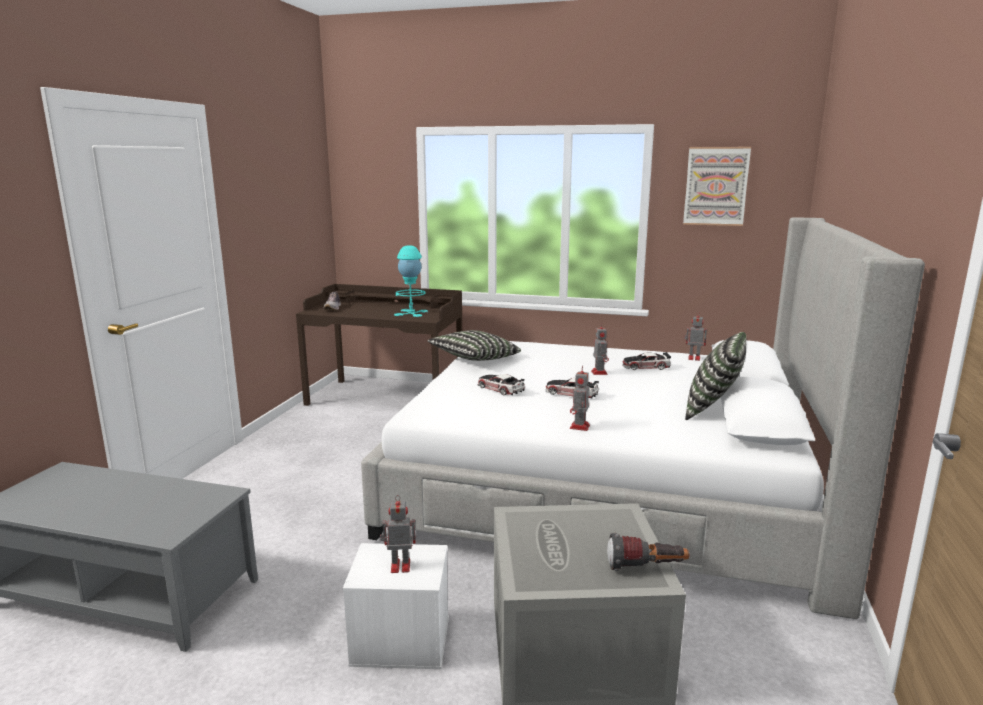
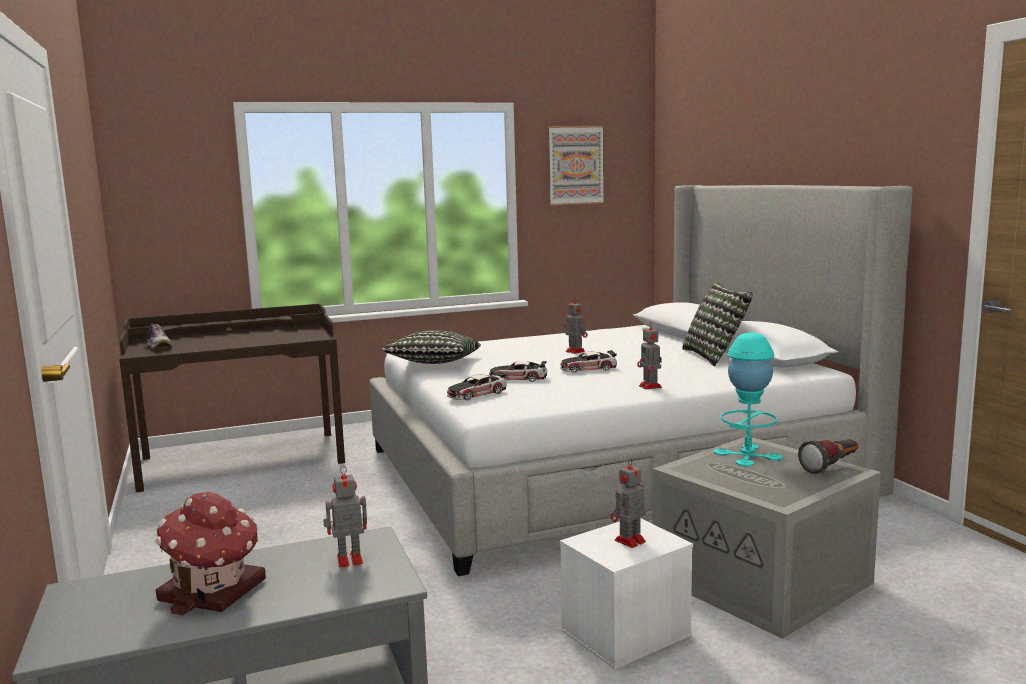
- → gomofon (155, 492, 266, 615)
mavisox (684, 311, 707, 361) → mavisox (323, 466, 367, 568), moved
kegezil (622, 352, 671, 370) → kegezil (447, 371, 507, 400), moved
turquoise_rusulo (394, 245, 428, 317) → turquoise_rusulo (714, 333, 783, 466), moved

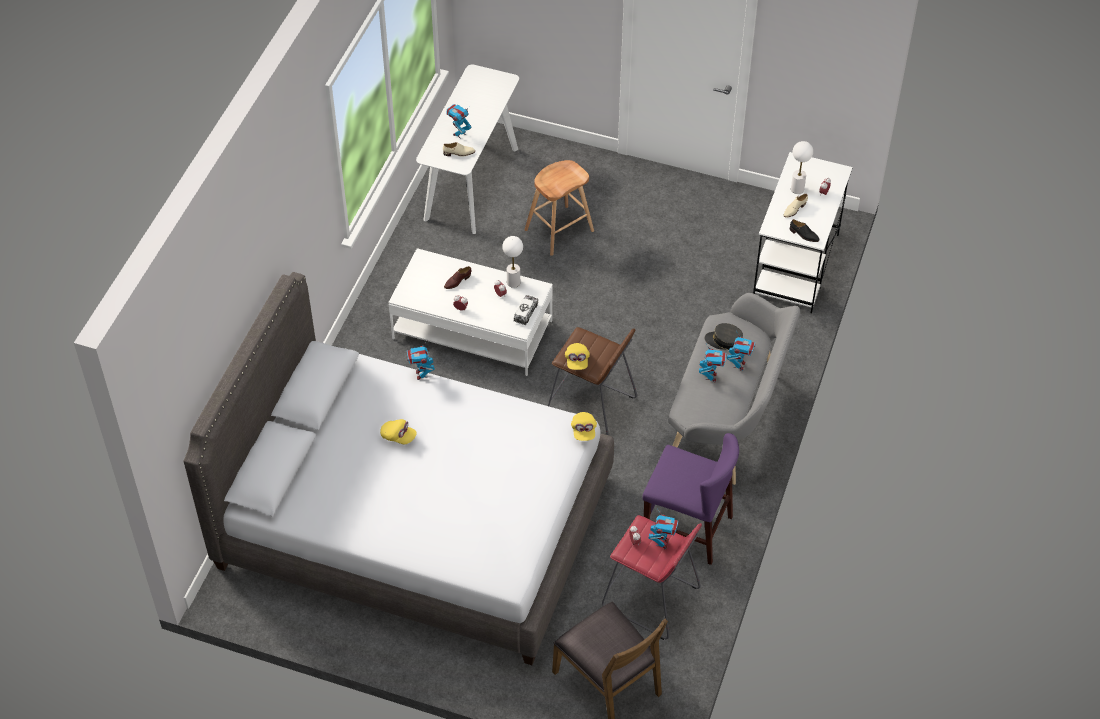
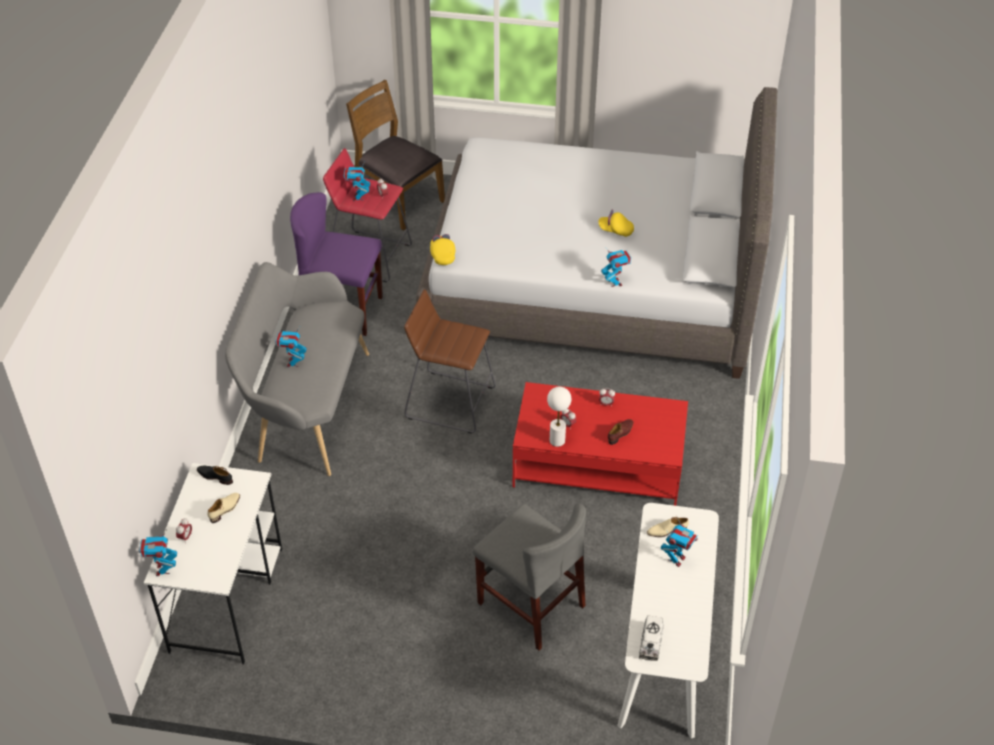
mavisox (699, 344, 727, 382) → mavisox (139, 529, 177, 576), moved
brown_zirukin (524, 160, 594, 256) → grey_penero (473, 503, 586, 650)
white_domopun (388, 248, 553, 376) → red_domopun (512, 382, 688, 506)
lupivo (513, 295, 539, 325) → lupivo (639, 615, 664, 661), moved
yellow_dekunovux (565, 343, 590, 370) → -
grey_dekunovux (705, 323, 743, 350) → -
white_rusulo (791, 141, 813, 194) → -

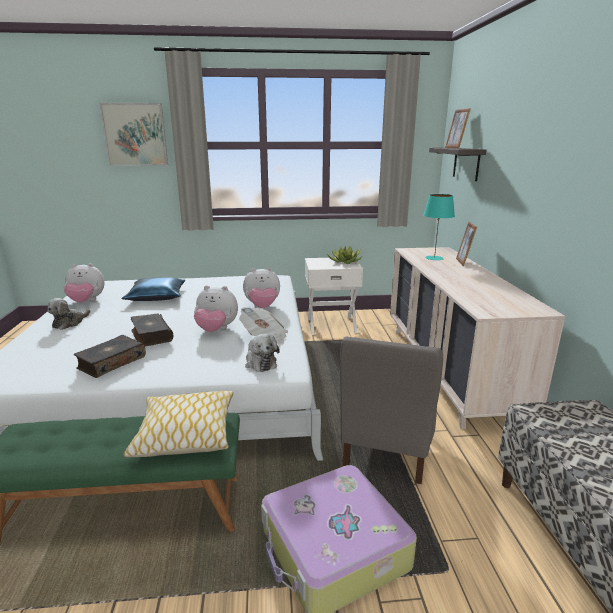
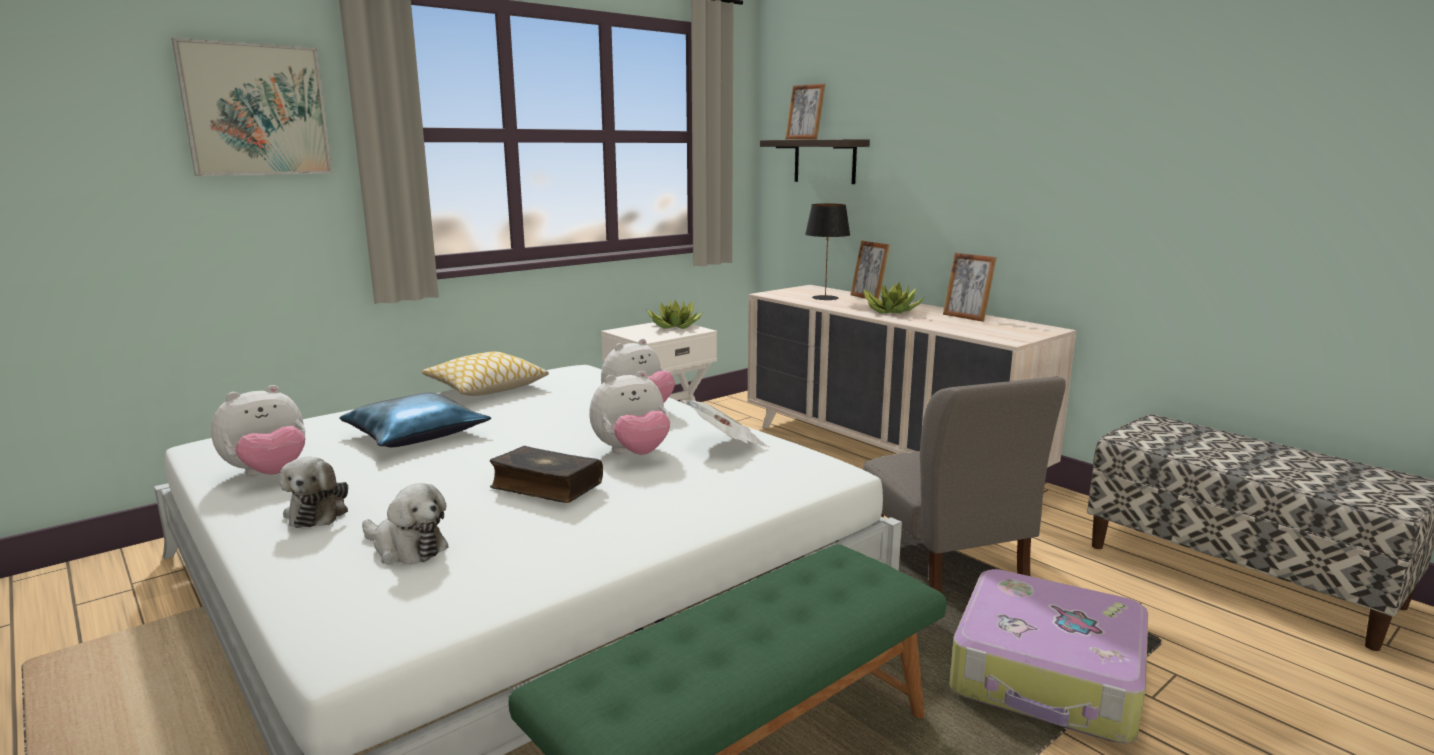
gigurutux (245, 334, 280, 372) → gigurutux (362, 483, 449, 564), moved
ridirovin (124, 391, 233, 457) → ridirovin (421, 352, 549, 396), moved
turquoise_rusulo (423, 194, 455, 260) → black_rusulo (805, 204, 850, 300)
- → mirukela (863, 282, 924, 314)
- → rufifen (943, 253, 997, 322)
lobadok (74, 335, 146, 378) → -

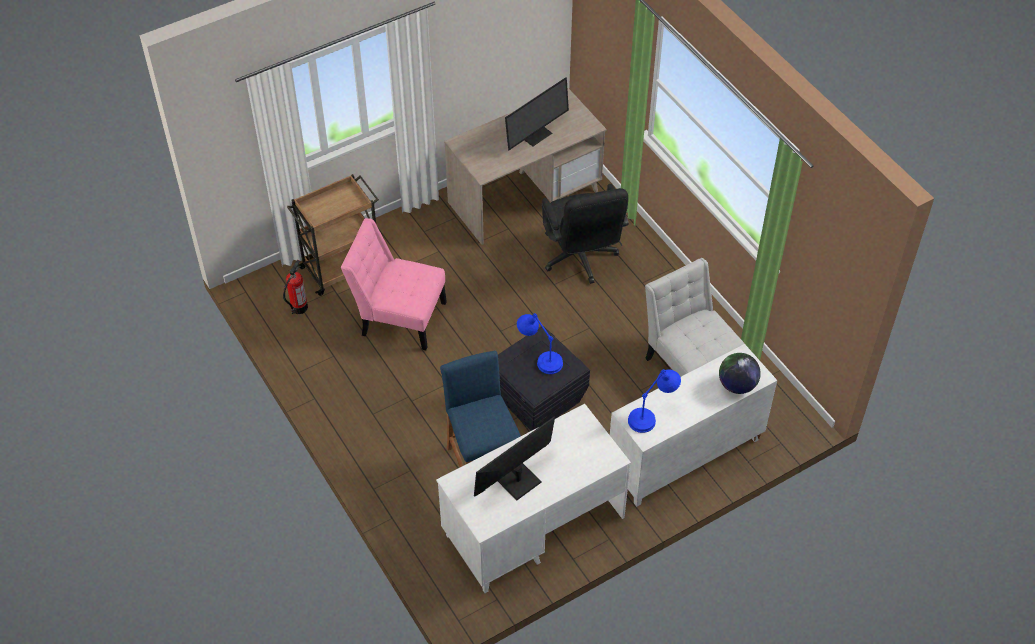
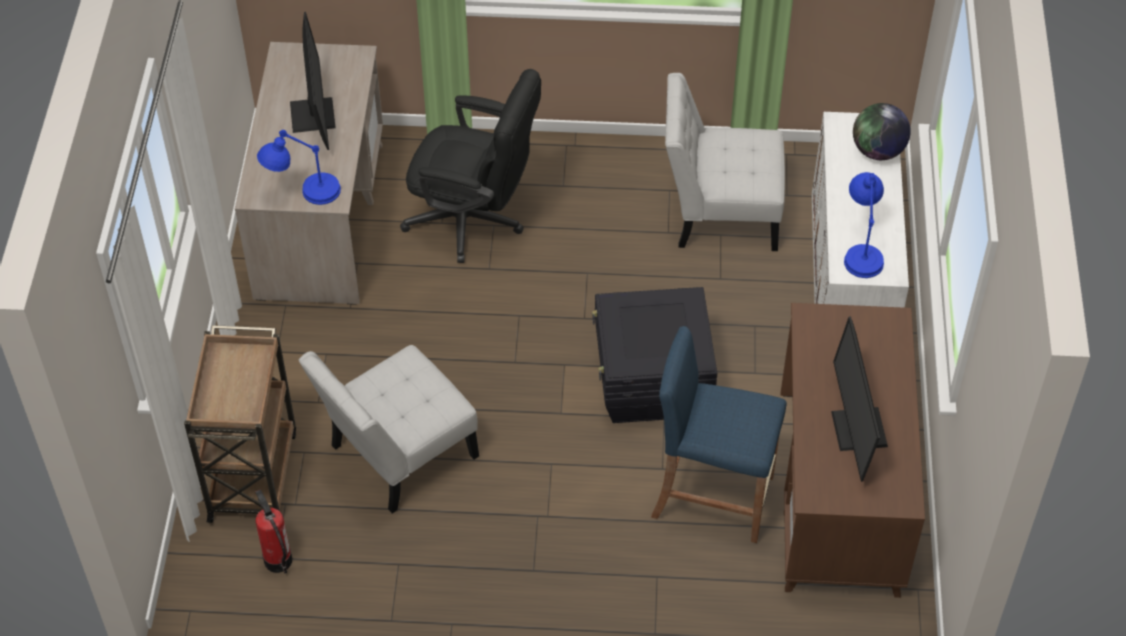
blue_rusulo (517, 313, 563, 374) → blue_rusulo (257, 130, 341, 205), moved
pink_penero (341, 218, 447, 350) → white_penero (299, 345, 479, 513)
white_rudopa (436, 404, 631, 593) → brown_rudopa (780, 303, 925, 598)

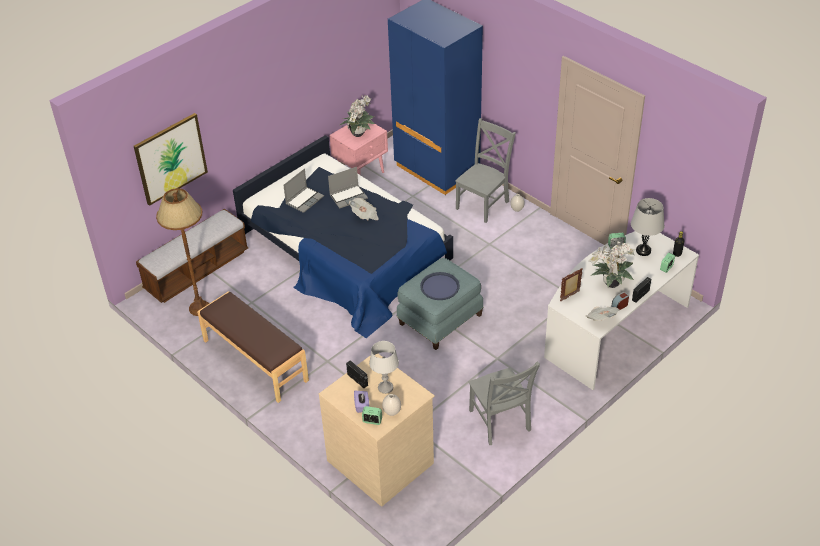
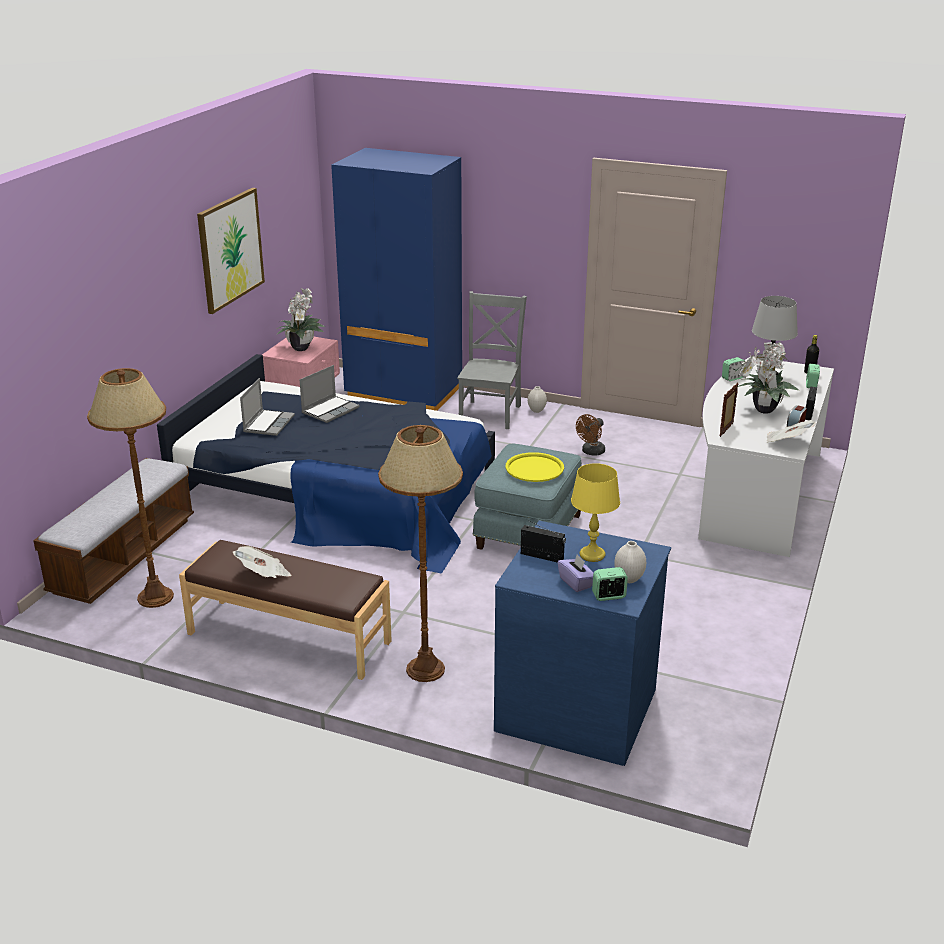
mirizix (134, 113, 208, 206) → mirizix (197, 188, 265, 314), moved
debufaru (349, 198, 379, 220) → debufaru (232, 546, 291, 578), moved
- → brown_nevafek (378, 425, 463, 682)
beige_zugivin (319, 354, 435, 507) → blue_zugivin (494, 521, 671, 766)
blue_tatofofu (420, 272, 460, 300) → yellow_tatofofu (506, 452, 564, 482)
grey_rusulo (369, 341, 399, 394) → yellow_rusulo (571, 463, 620, 562)
- → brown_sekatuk (576, 414, 605, 456)
grey_penero (469, 362, 540, 445) → -

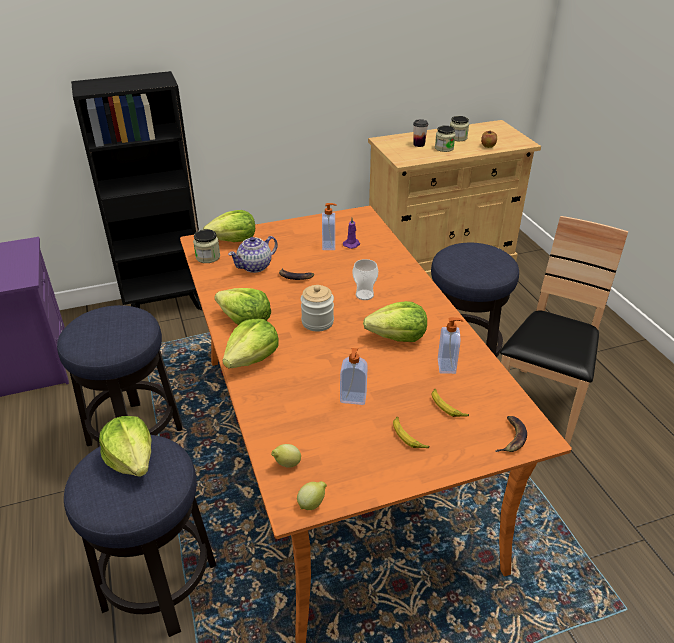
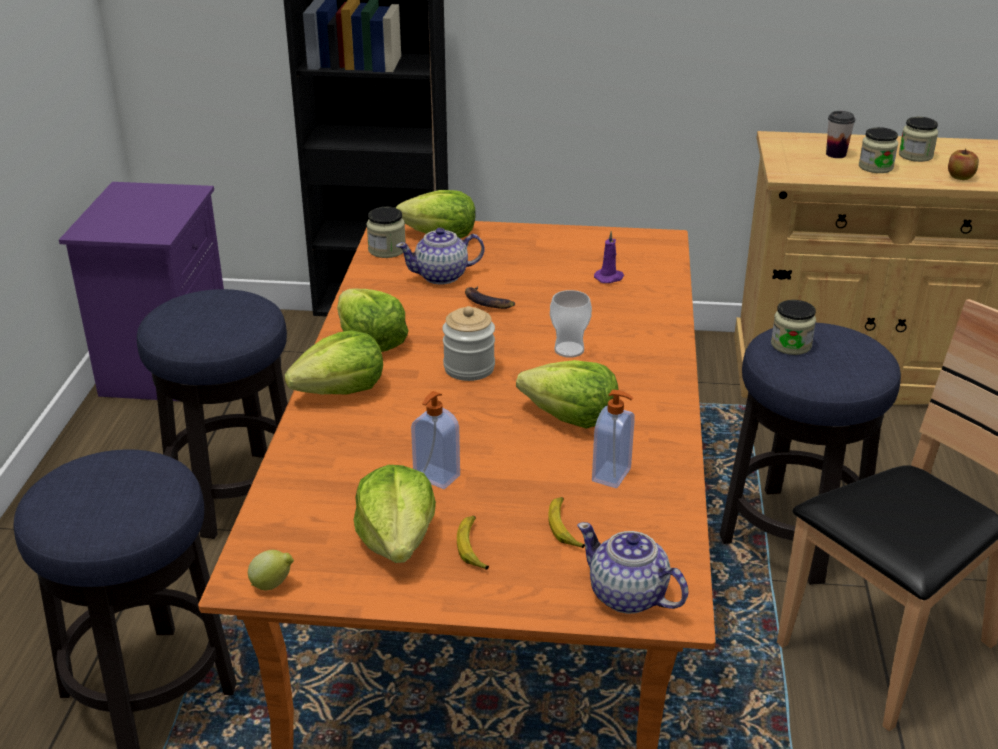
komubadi (99, 416, 152, 477) → komubadi (354, 465, 436, 563), moved
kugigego (495, 416, 527, 452) → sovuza (577, 522, 688, 614)
- → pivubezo (771, 300, 816, 355)
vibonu (271, 444, 301, 468) → -
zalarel (322, 203, 337, 250) → -

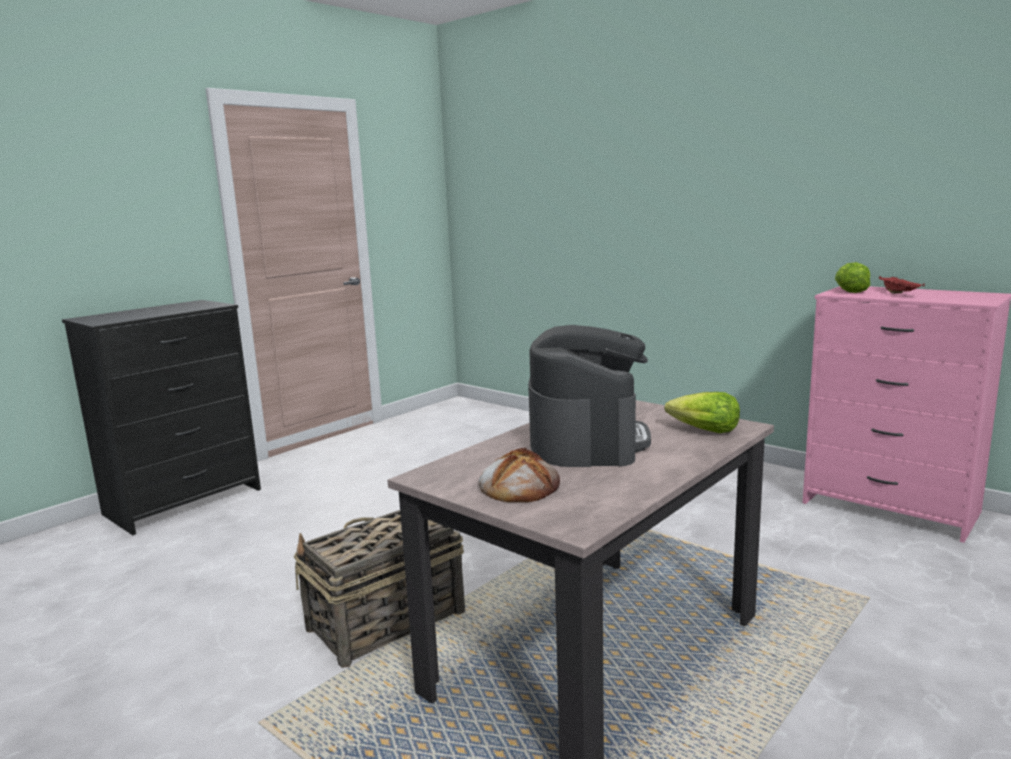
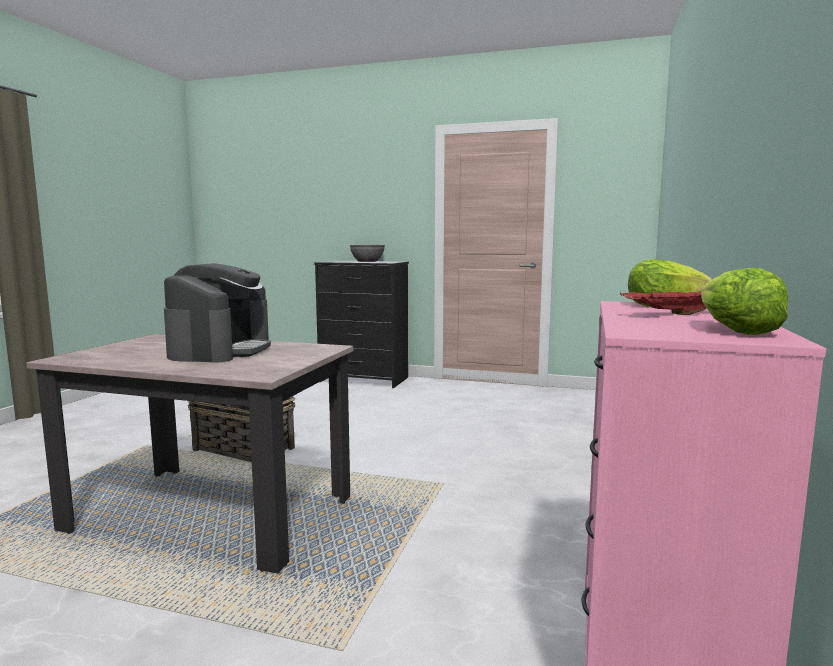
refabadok (528, 325, 651, 467) → refabadok (164, 263, 271, 363), 60 degrees counterclockwise
- → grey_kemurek (350, 245, 385, 262)
komubadi (665, 392, 740, 433) → komubadi (701, 268, 788, 335), moved
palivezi (479, 447, 560, 502) → -

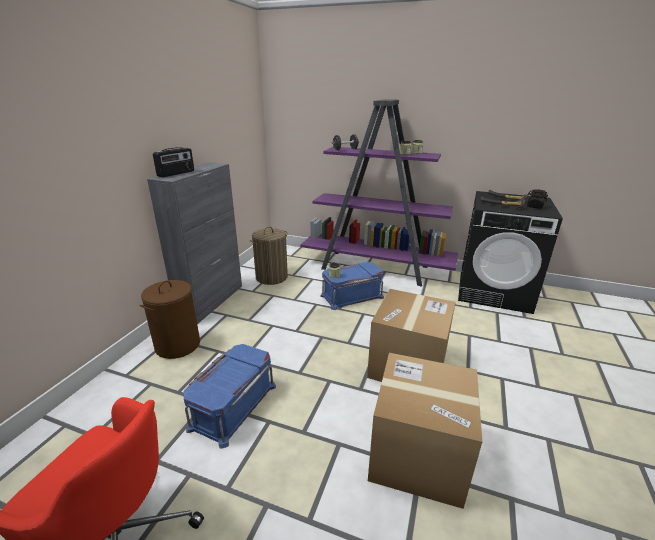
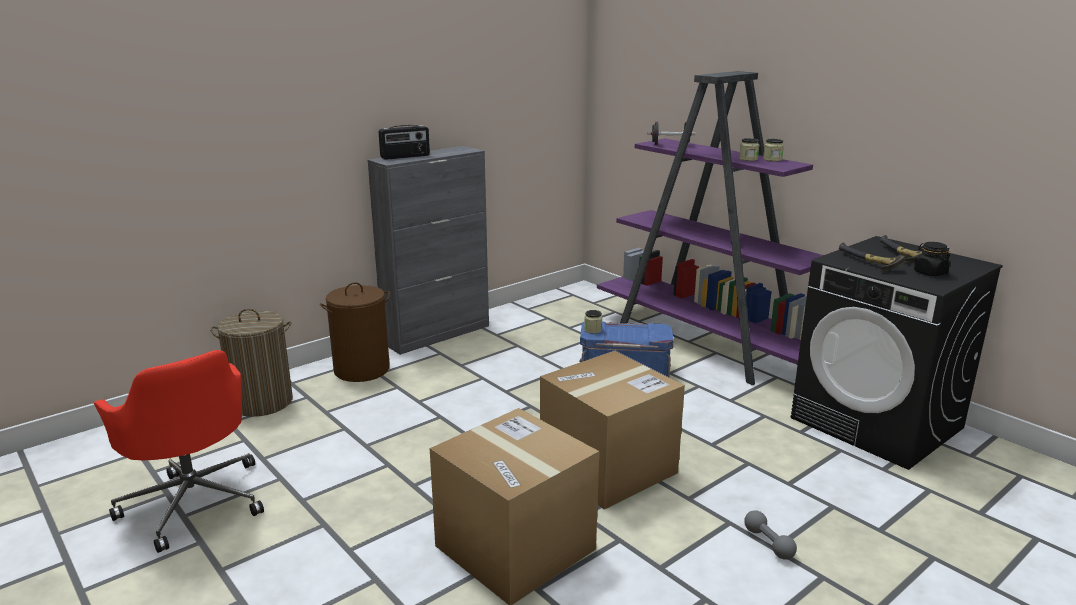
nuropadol (250, 227, 288, 285) → nuropadol (210, 309, 293, 417), moved
- → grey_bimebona (744, 510, 797, 560)
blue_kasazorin (184, 344, 276, 449) → -

